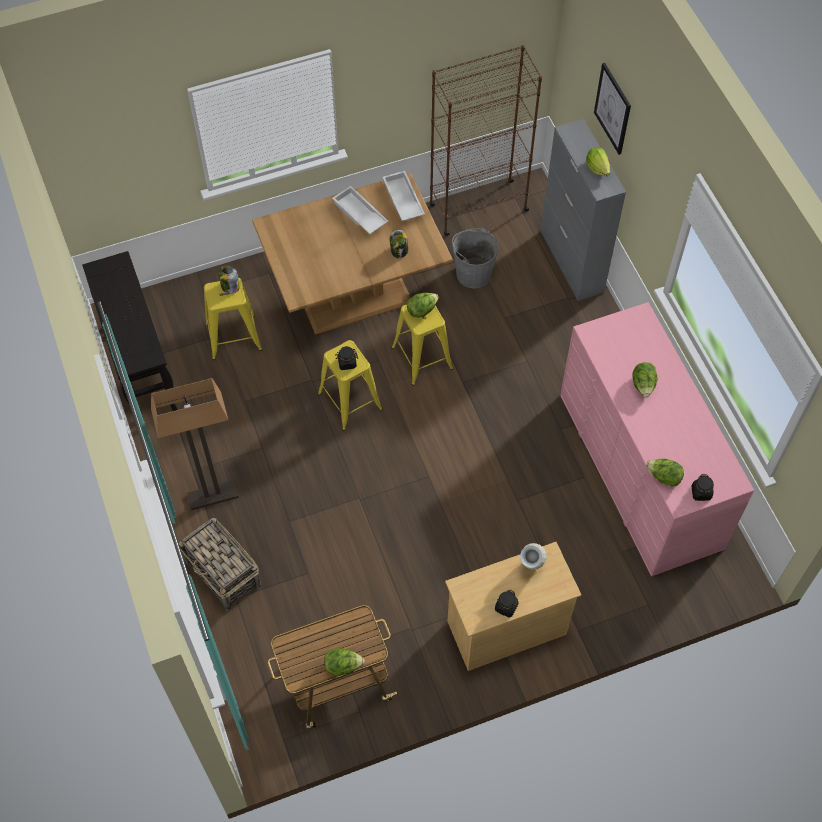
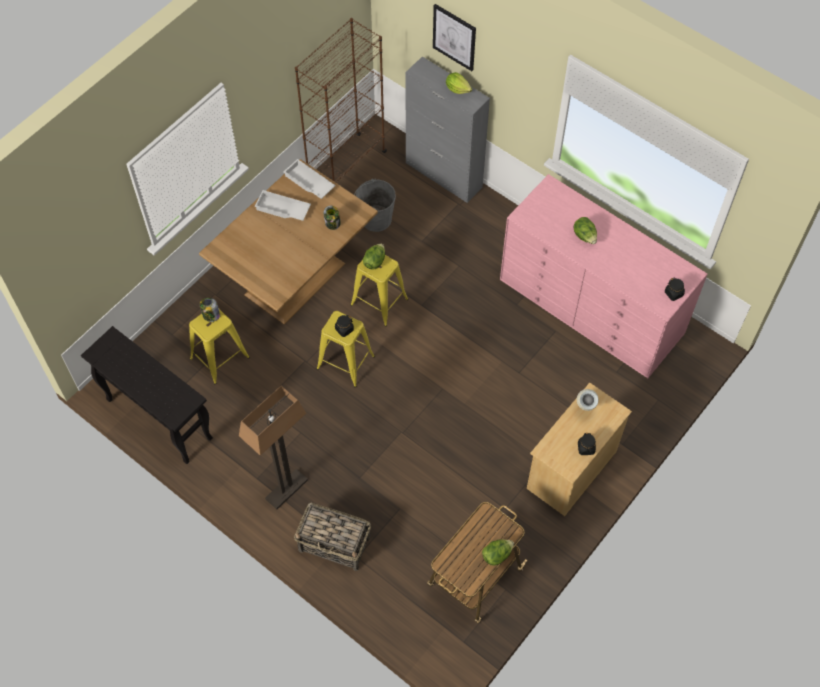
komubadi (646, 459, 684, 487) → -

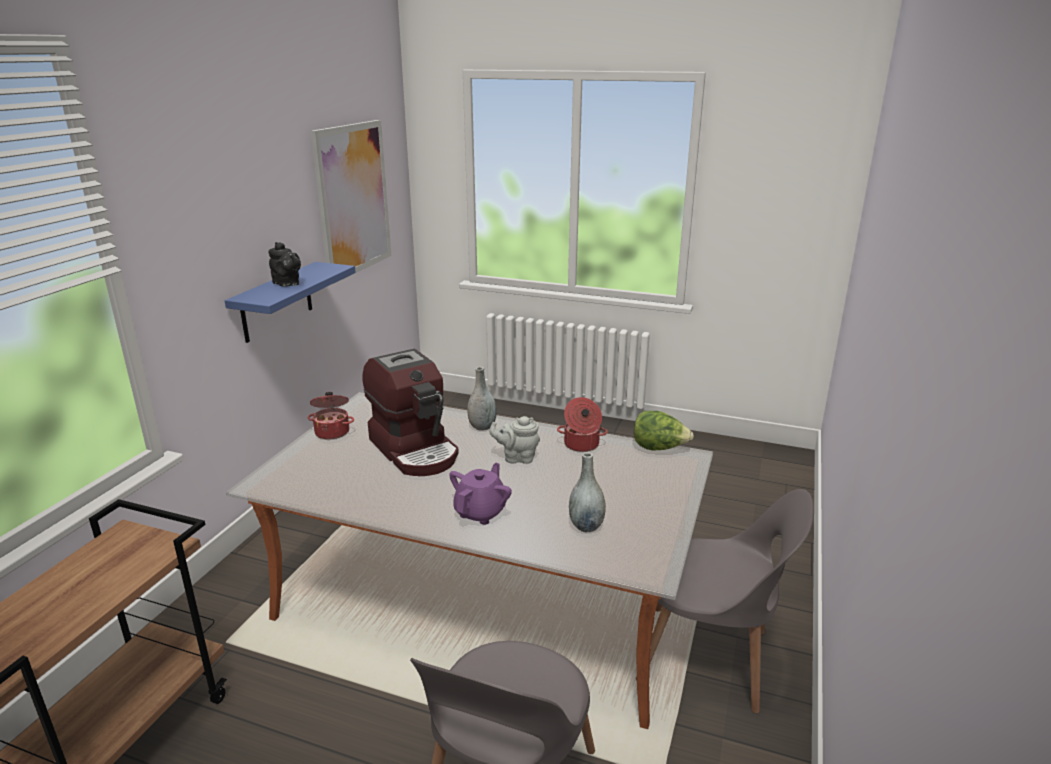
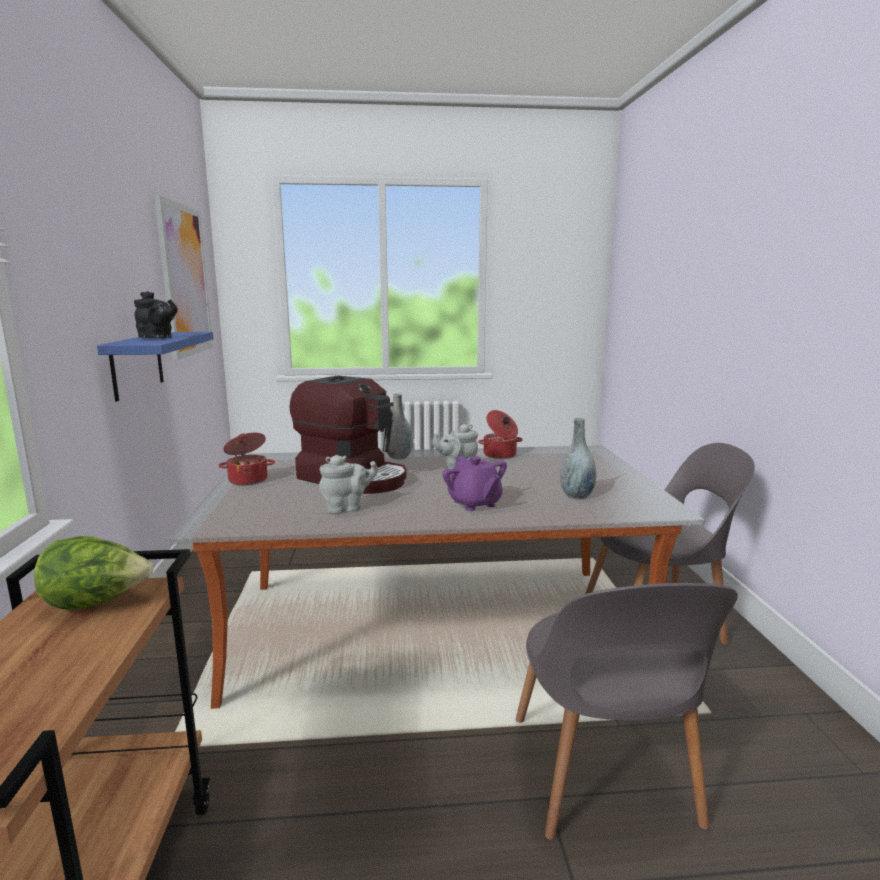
komubadi (634, 411, 694, 451) → komubadi (34, 536, 153, 610), moved
- → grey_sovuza (319, 455, 378, 513)
purple_sovuza (449, 463, 512, 525) → purple_sovuza (442, 456, 507, 511), 150 degrees clockwise

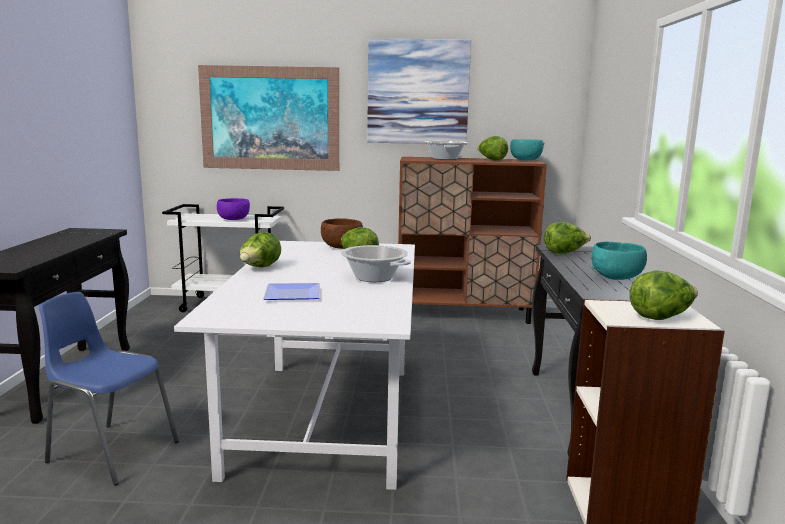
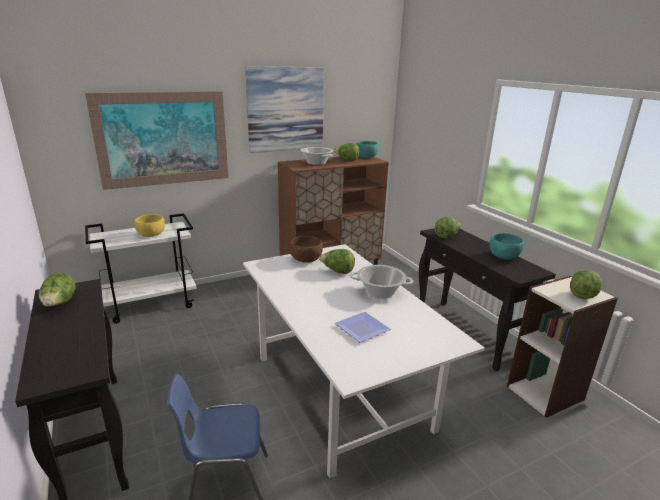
komubadi (240, 232, 281, 268) → komubadi (39, 273, 76, 307), moved
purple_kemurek (217, 198, 250, 220) → yellow_kemurek (134, 214, 165, 237)

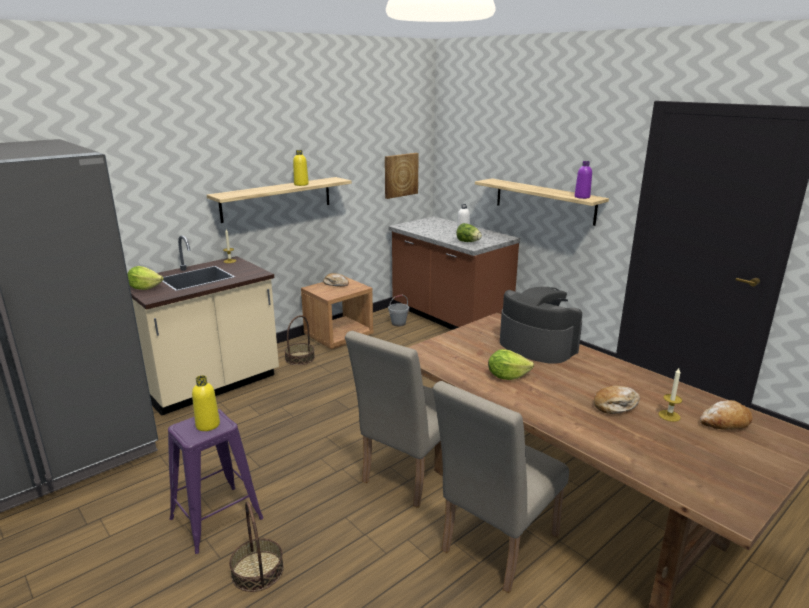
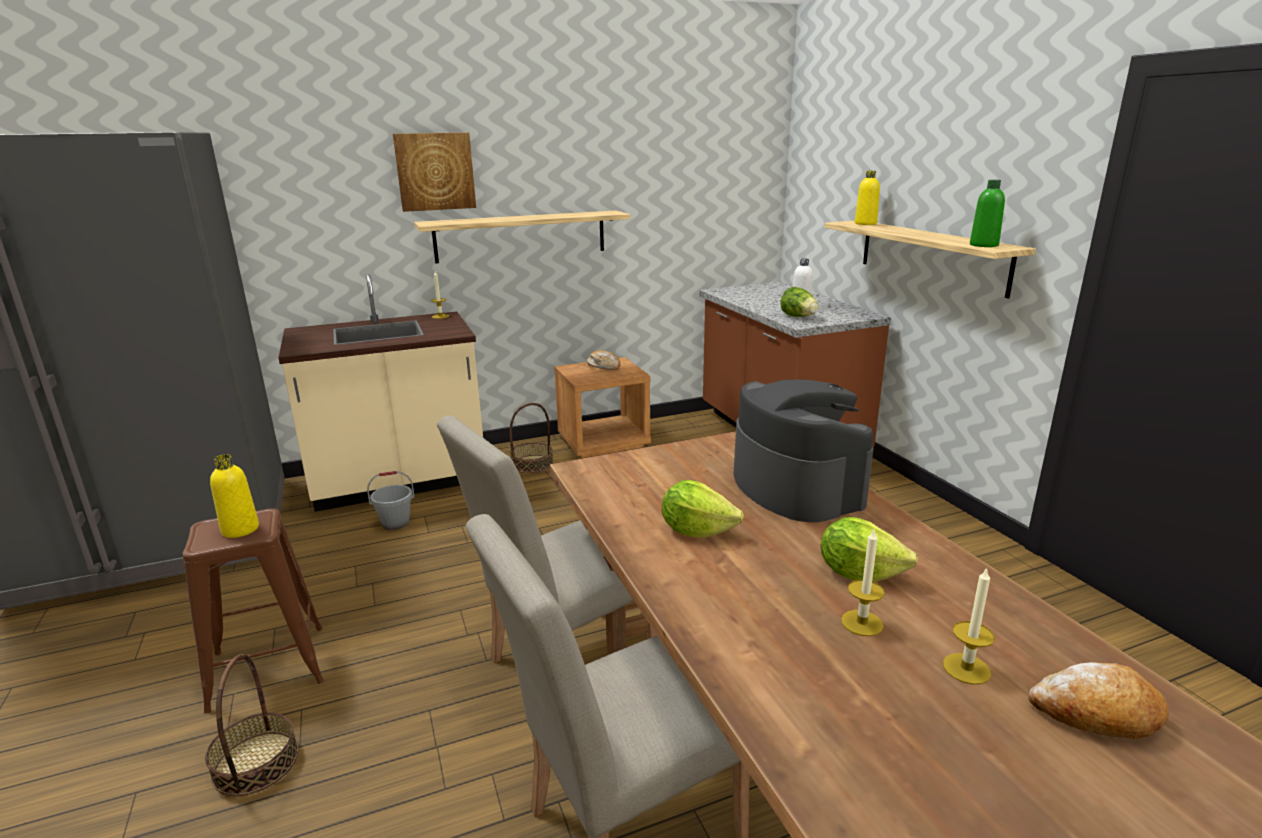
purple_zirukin (168, 409, 264, 554) → brown_zirukin (183, 509, 324, 713)
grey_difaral (388, 295, 409, 326) → grey_difaral (367, 471, 415, 530), moved
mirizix (385, 153, 419, 199) → mirizix (393, 132, 476, 212), moved
komubadi (127, 266, 163, 290) → komubadi (821, 517, 918, 582), moved
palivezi (594, 386, 640, 414) → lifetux (841, 530, 885, 636)
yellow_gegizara (293, 150, 309, 186) → yellow_gegizara (855, 171, 880, 225), moved
purple_gegizara (574, 161, 592, 199) → green_gegizara (970, 180, 1005, 247)

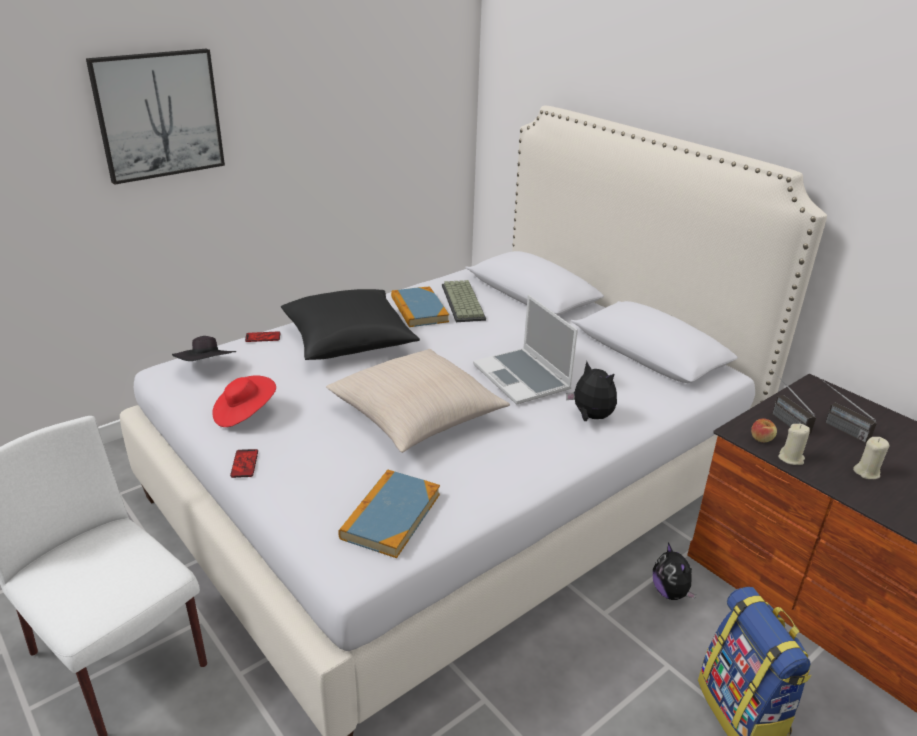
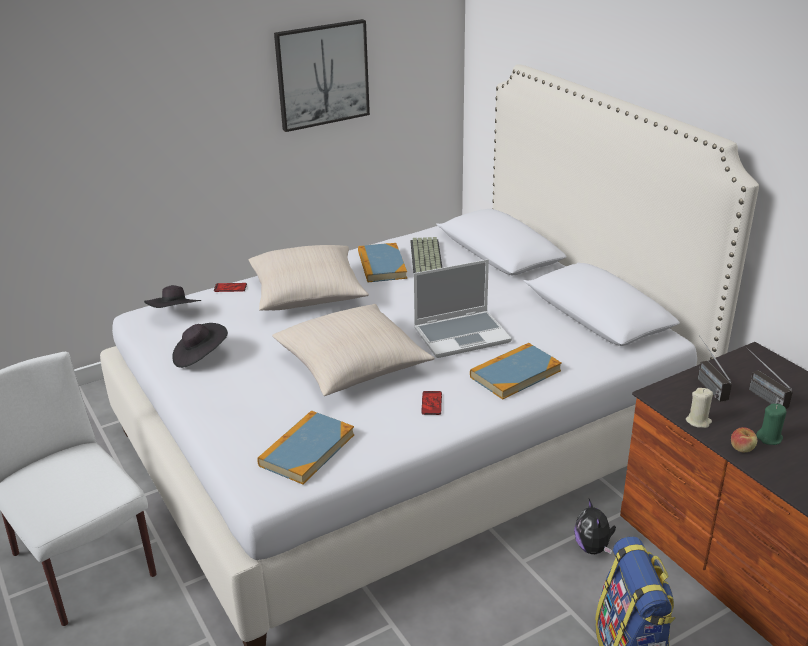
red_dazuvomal (212, 375, 276, 427) → black_dazuvomal (172, 323, 228, 368)
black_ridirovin (281, 289, 420, 360) → beige_ridirovin (248, 245, 369, 311)
mirizix (86, 49, 225, 185) → mirizix (274, 19, 370, 132), moved
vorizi (473, 295, 578, 405) → vorizi (414, 259, 512, 358), 90 degrees counterclockwise
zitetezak (230, 449, 258, 478) → zitetezak (421, 391, 442, 415), moved
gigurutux (566, 361, 617, 421) → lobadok (470, 343, 562, 400)
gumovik (751, 419, 777, 442) → gumovik (731, 427, 757, 452), moved
beige_lifetux (853, 437, 889, 479) → green_lifetux (756, 404, 786, 445)

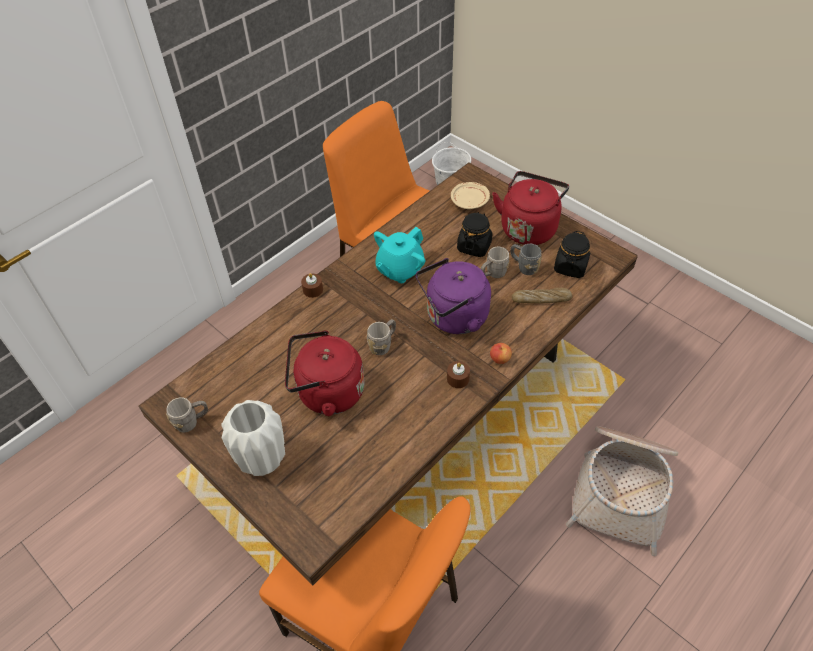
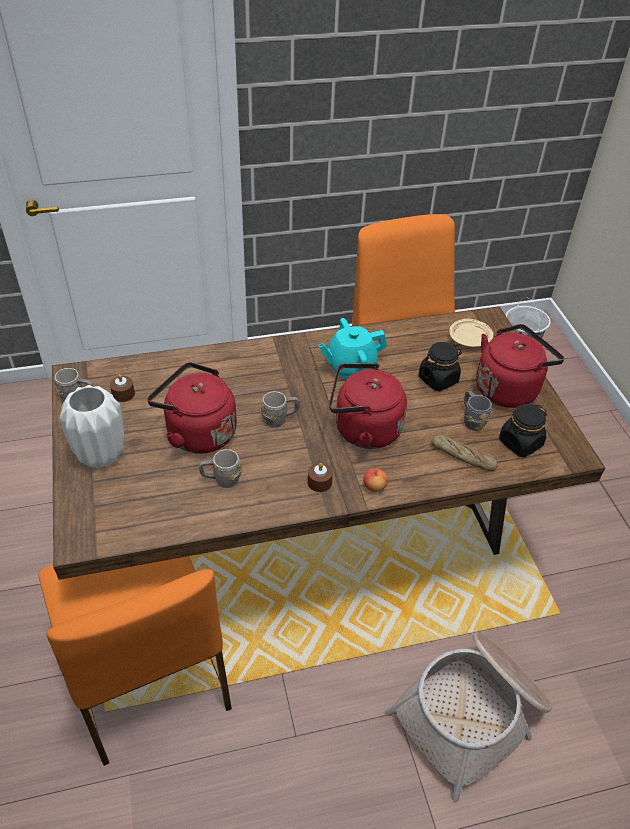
brown_lifetux (301, 273, 323, 298) → brown_lifetux (110, 374, 135, 402), moved
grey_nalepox (481, 247, 509, 278) → grey_nalepox (199, 449, 242, 488), moved
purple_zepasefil (416, 258, 491, 334) → red_zepasefil (329, 363, 407, 449)

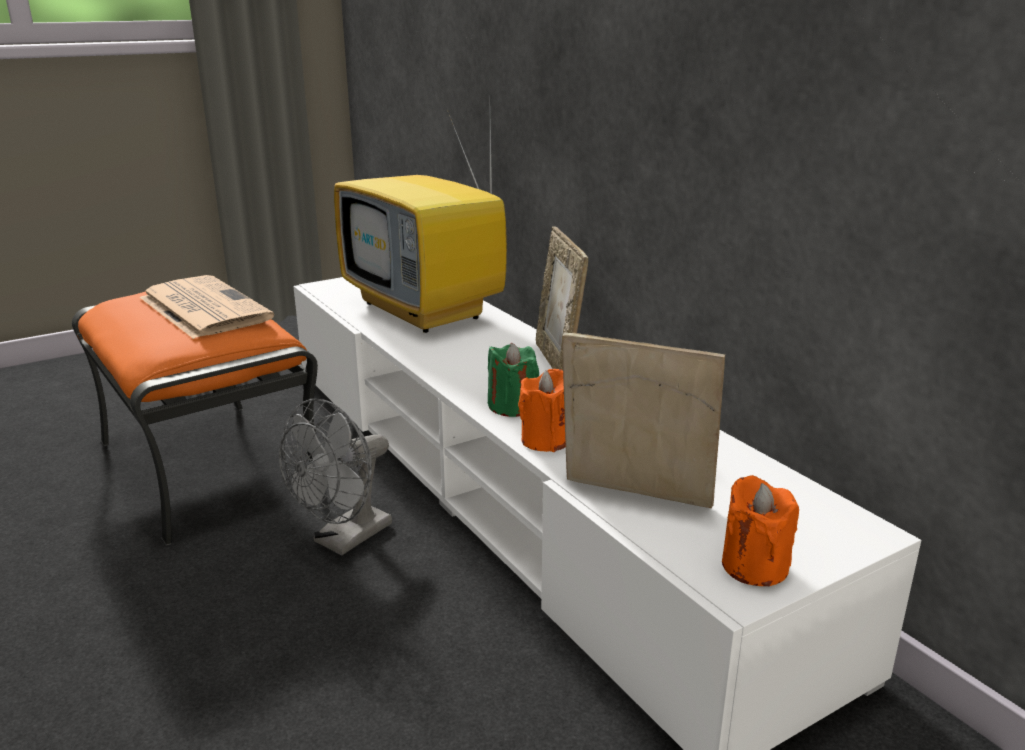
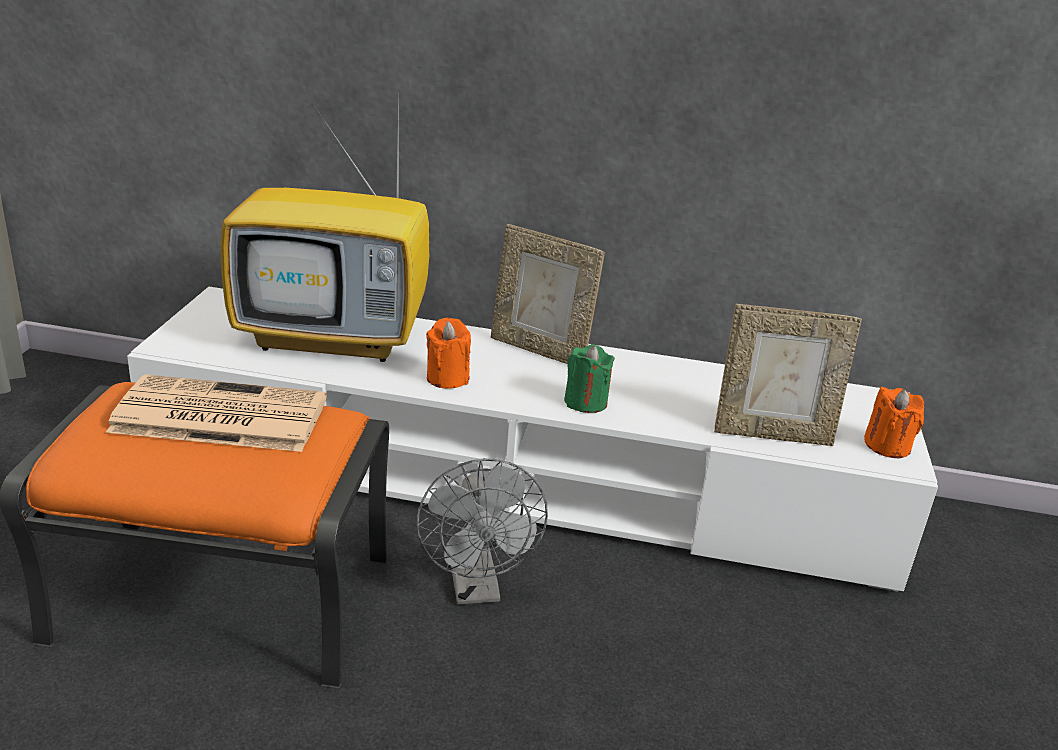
orange_lifetux (518, 369, 566, 452) → orange_lifetux (426, 317, 471, 389), moved
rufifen (562, 332, 725, 508) → rufifen (714, 304, 862, 446), 150 degrees counterclockwise

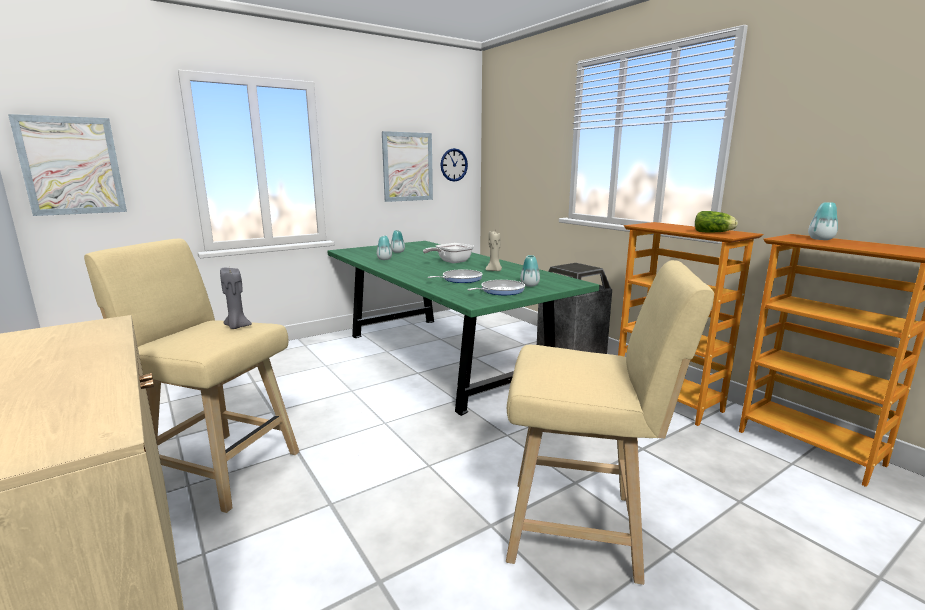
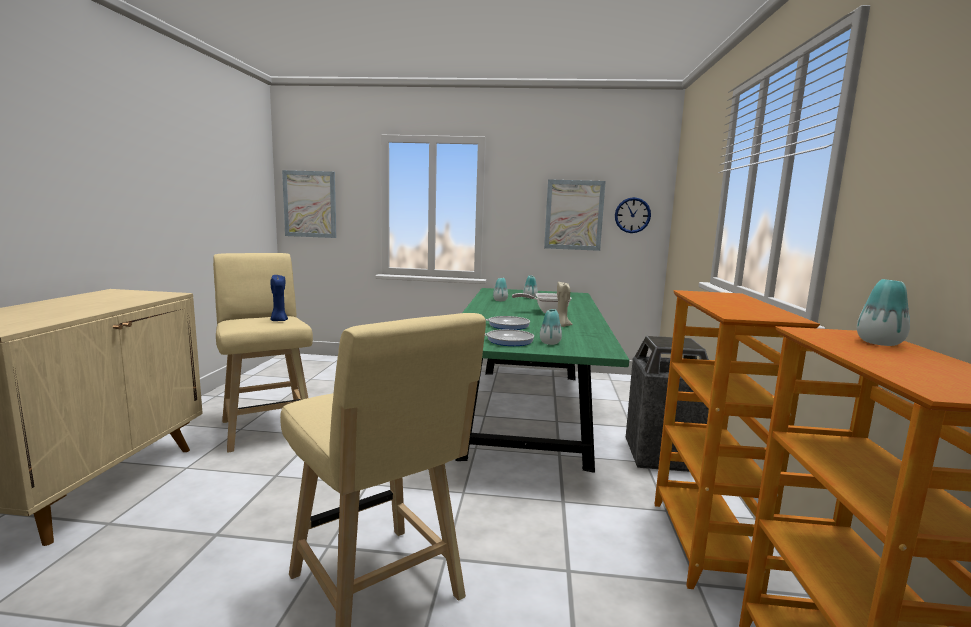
grey_lifetux (220, 268, 252, 329) → blue_lifetux (270, 275, 288, 321)
komubadi (695, 211, 738, 233) → -

